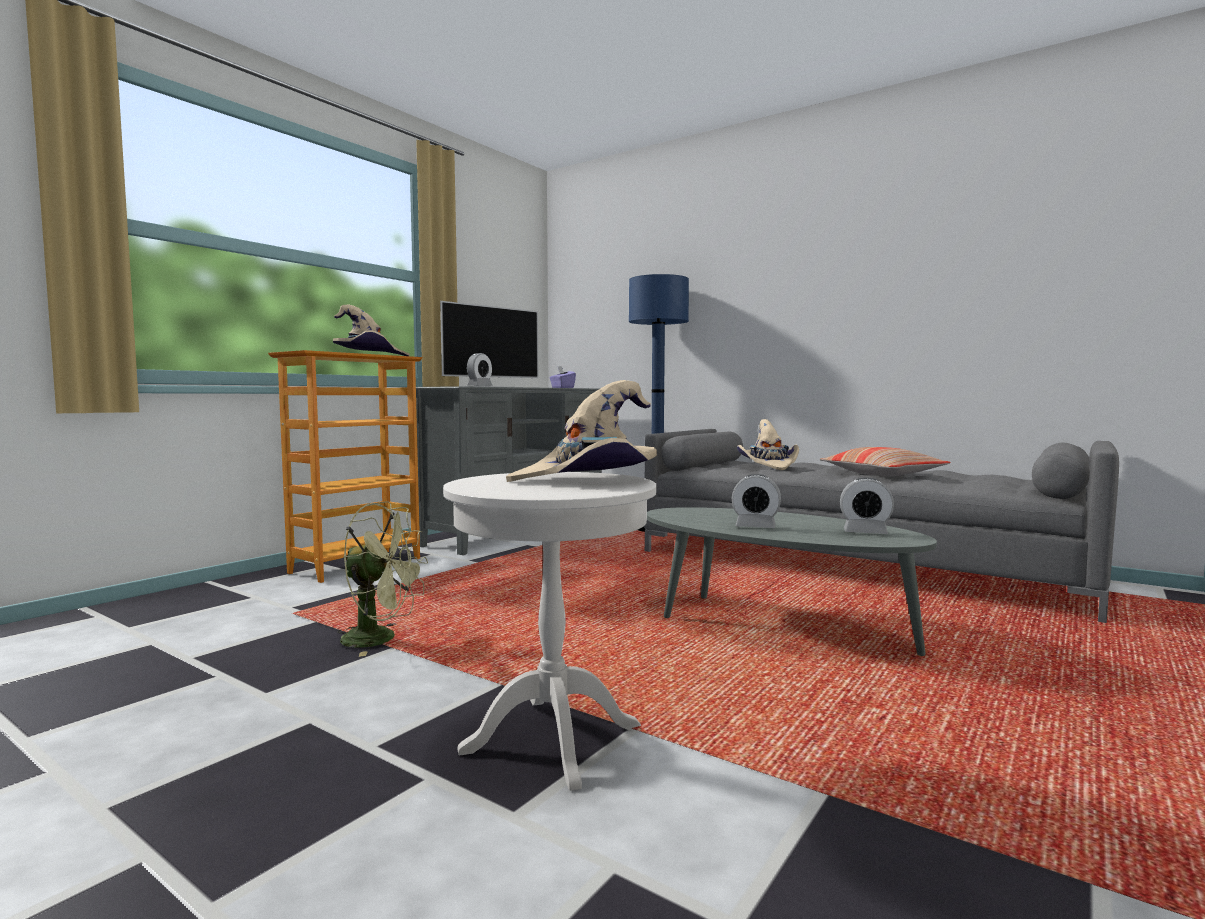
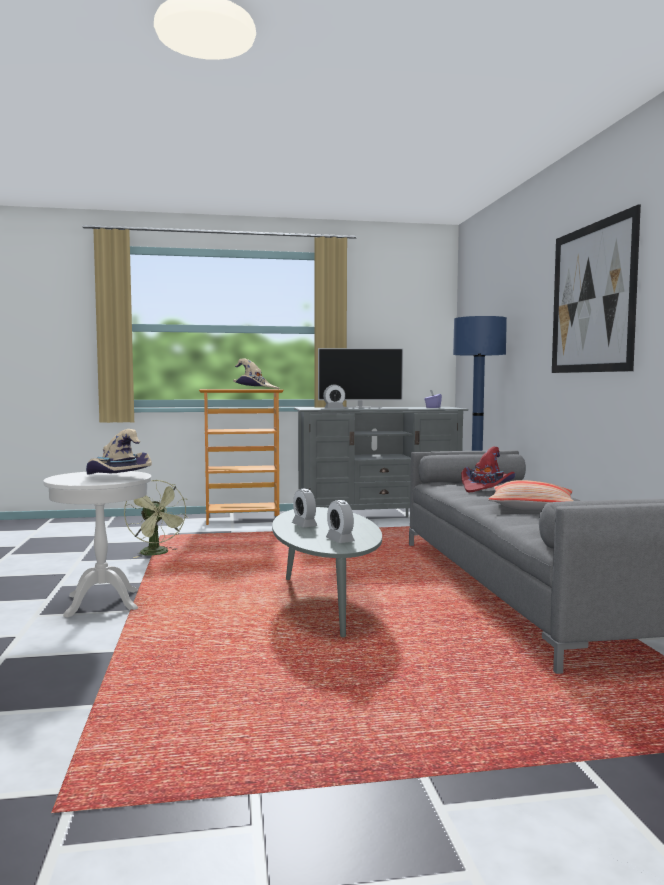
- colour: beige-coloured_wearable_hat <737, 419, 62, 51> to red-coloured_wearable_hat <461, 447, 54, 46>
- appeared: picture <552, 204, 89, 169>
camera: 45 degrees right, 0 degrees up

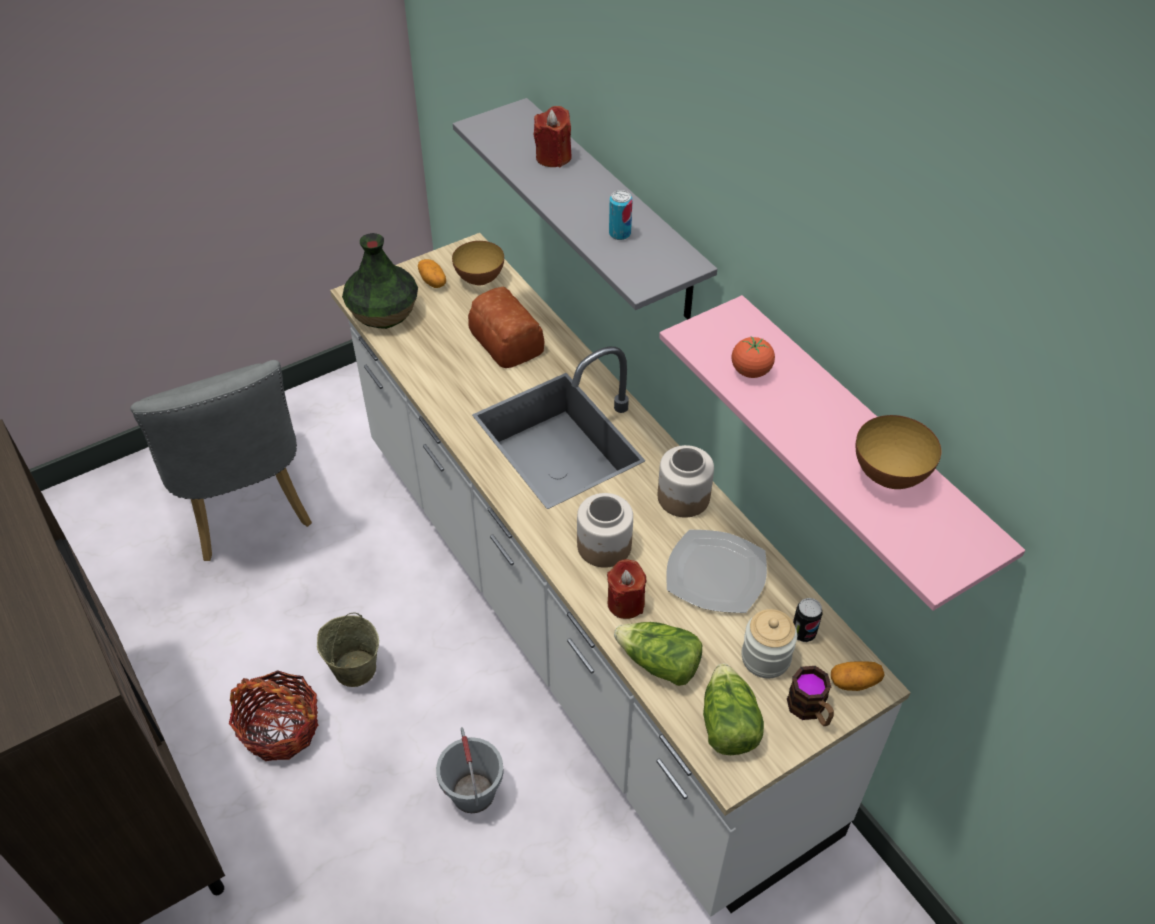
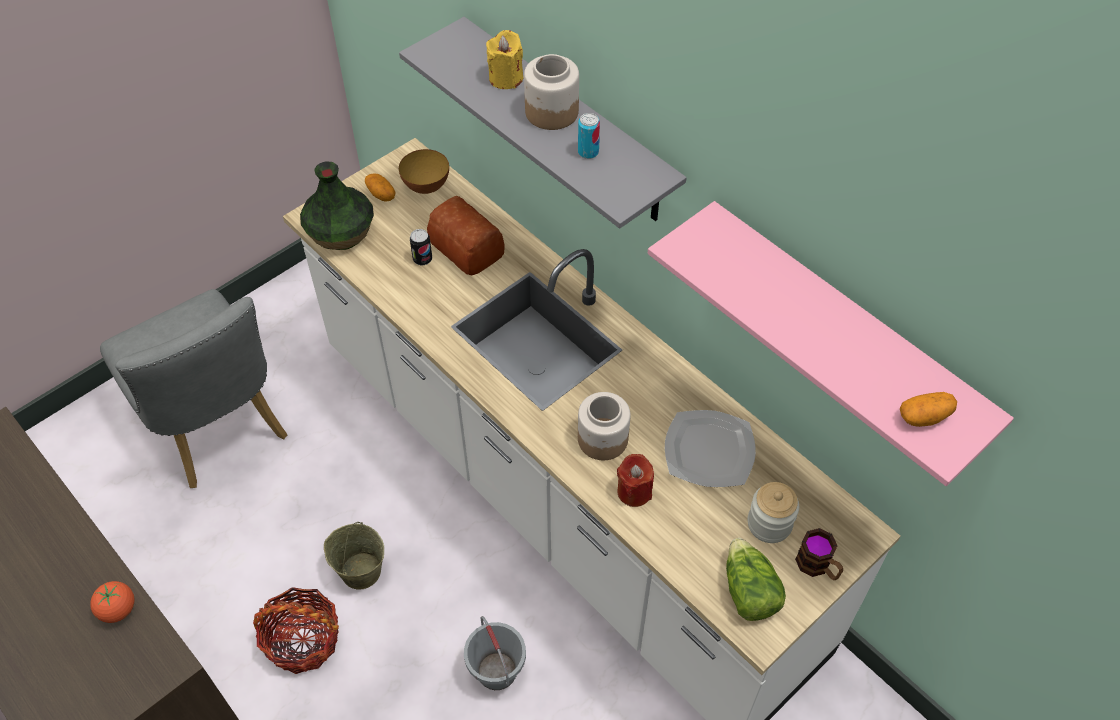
- colour: red-coloured_wax_light <534, 106, 38, 61> to yellowish_wax_light <486, 30, 37, 59>
- missing: lettuce <614, 622, 88, 64>
- relocated: jar <658, 445, 56, 73> to <524, 54, 55, 76>
- relocated: tomato <732, 336, 43, 42> to <90, 581, 44, 42>
- relocated: can <793, 598, 30, 44> to <410, 229, 22, 36>
- relocated: spud <831, 661, 53, 30> to <900, 392, 57, 35>
- missing: deep_dish <855, 415, 86, 74>
camera: 10 degrees left, 5 degrees up

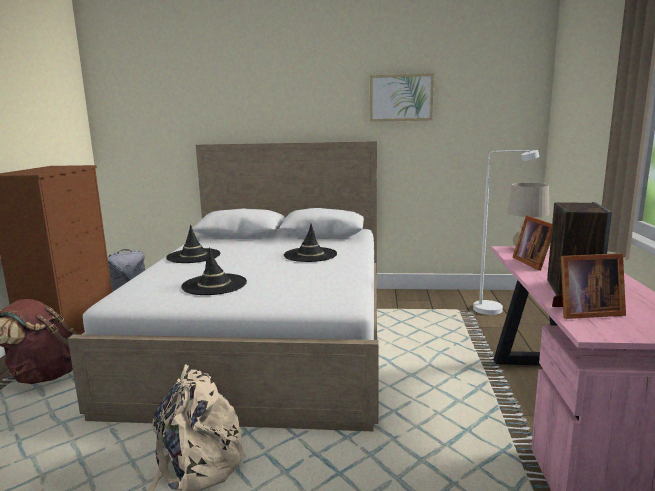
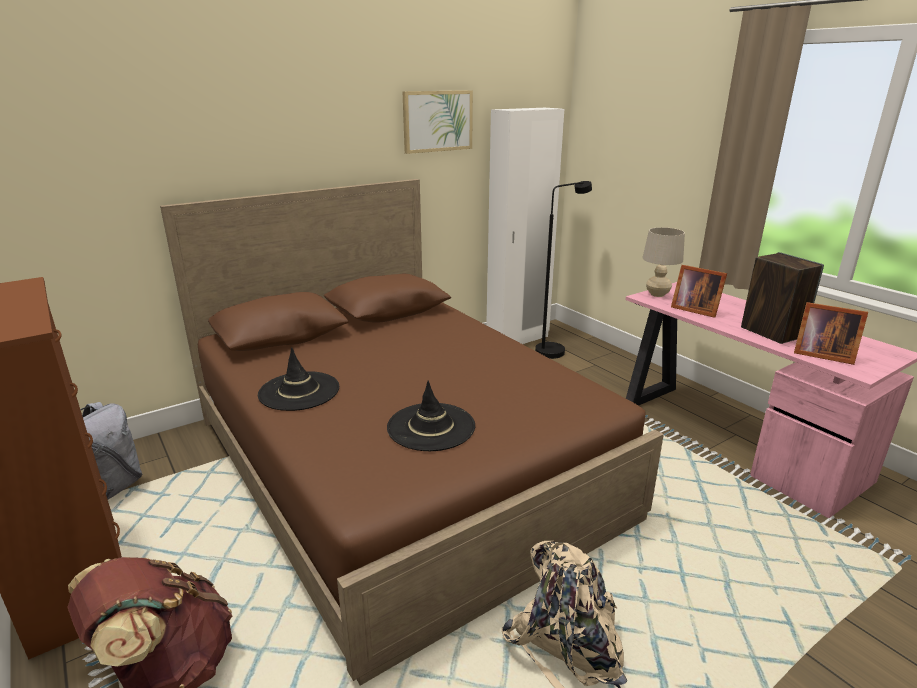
- colour: white-coloured_bed <68, 141, 311, 291> to brownish_bed <160, 179, 504, 507>
- missing: black-coloured_wearable_hat <284, 224, 53, 38>
- colour: white-coloured_standard_lamp <473, 150, 66, 165> to black-coloured_standard_lamp <535, 181, 57, 178>
- spun: picture_frame <552, 253, 74, 66> = <794, 302, 74, 63> 75 degrees clockwise
- appeared: white-coloured_clothes_cupboard <486, 108, 78, 236>
camera: 40 degrees left, 10 degrees up

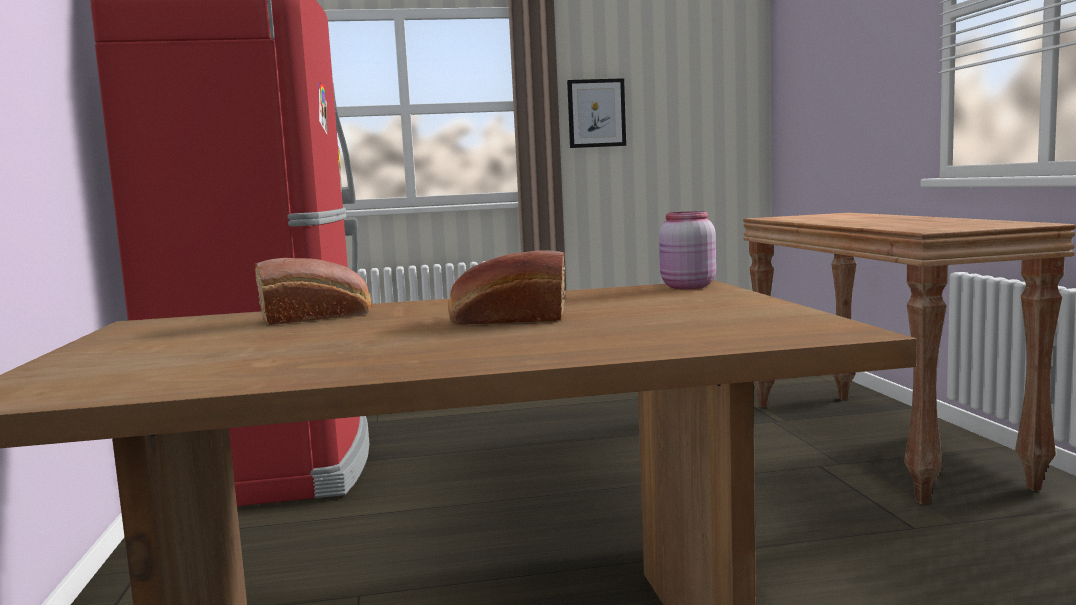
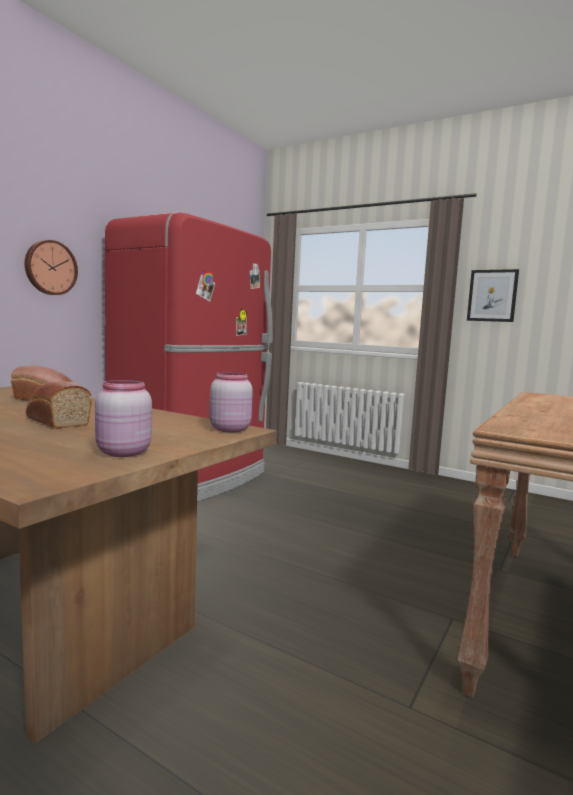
- appeared: hanging_clock <24, 240, 54, 55>
- appeared: pink-coloured_jar <95, 380, 57, 77>
camera: 40 degrees right, 0 degrees up

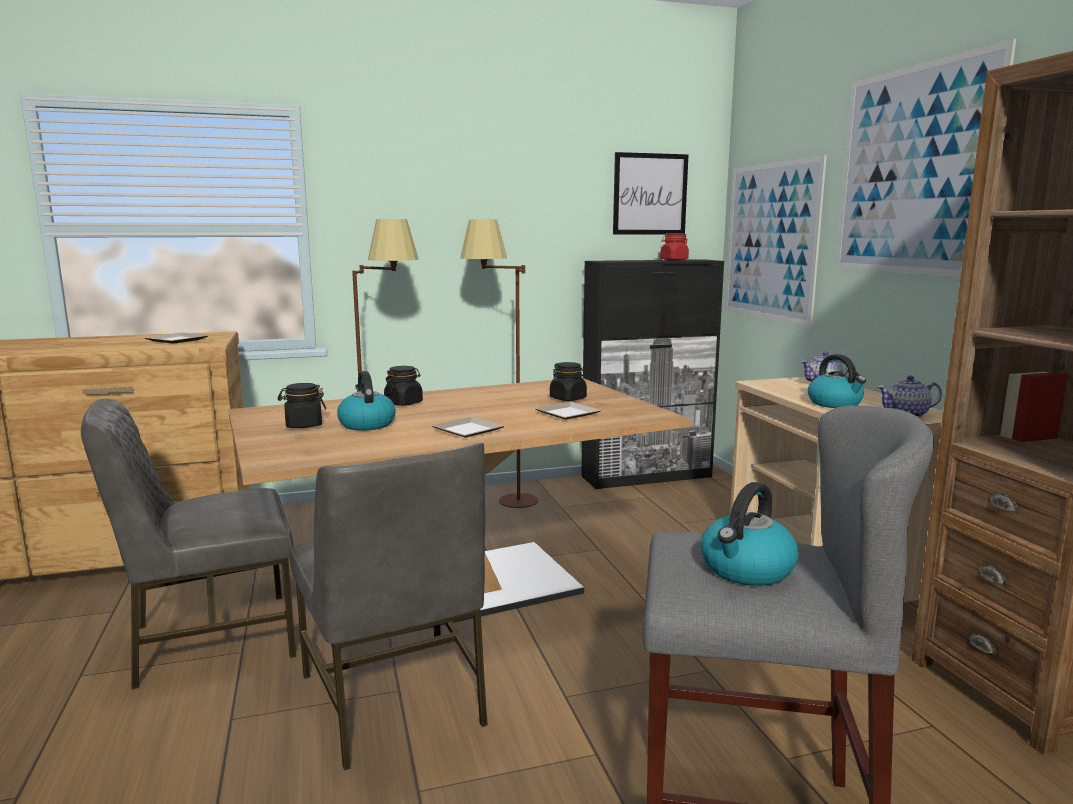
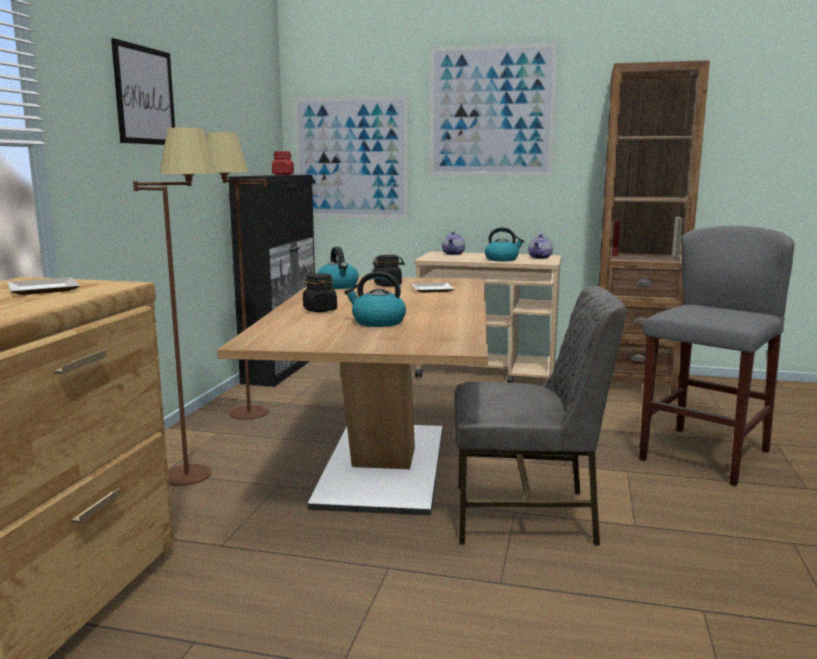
- missing: grey_upright_chair <81, 398, 215, 291>
- missing: black-coloured_jar <278, 383, 48, 45>
- missing: plate <432, 417, 72, 20>
- relocated: picture <613, 152, 76, 83> to <111, 38, 64, 107>
- relocated: tea_kettle <701, 482, 97, 104> to <318, 247, 41, 42>
camera: 60 degrees left, 0 degrees up

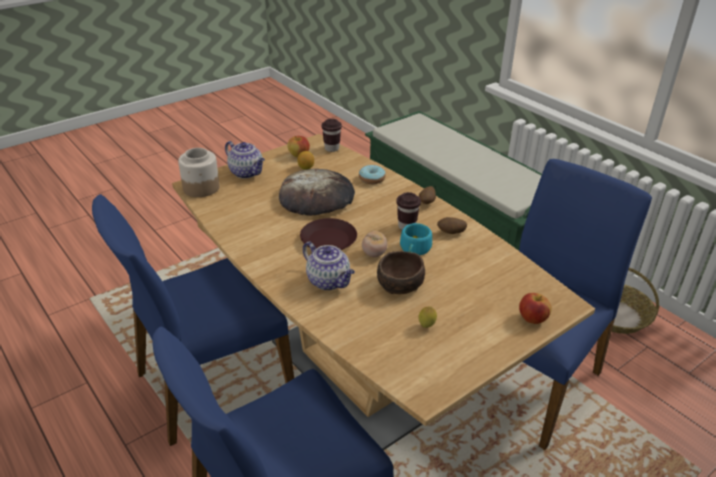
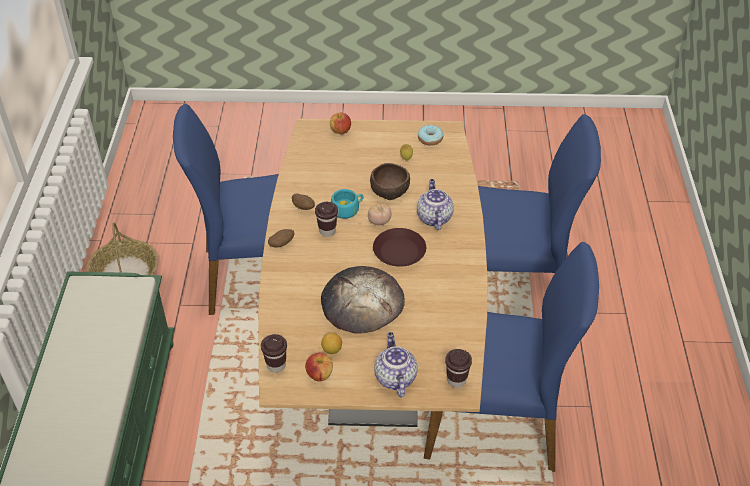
- exchanged: jar <178, 148, 42, 49> to brownish_small_cup <445, 349, 27, 39>
- relocated: ring_doughnut <359, 165, 27, 19> to <418, 125, 25, 21>
camera: 140 degrees left, 10 degrees up

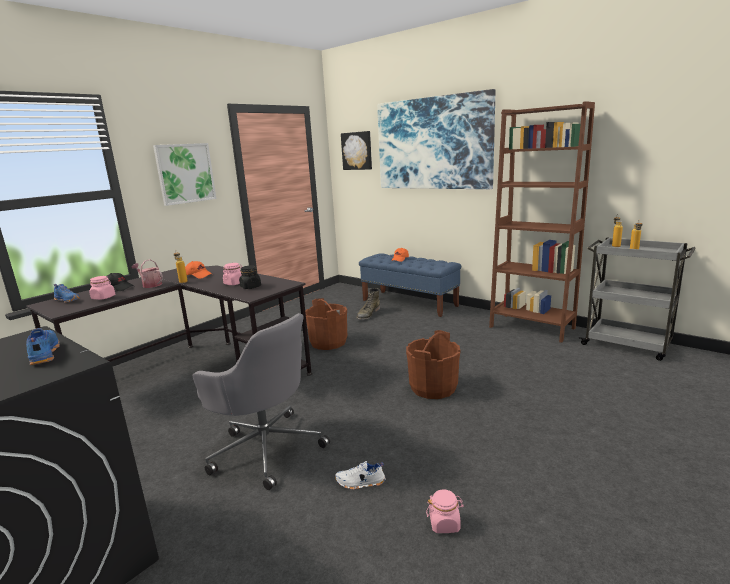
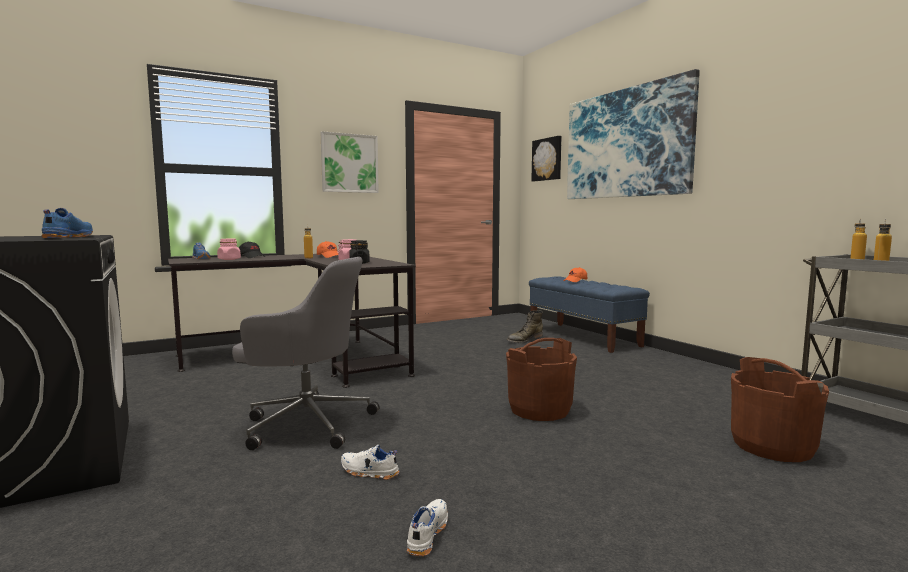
- missing: sprinkling_can <132, 259, 31, 29>
- spun: grey_office_chair <193, 313, 137, 177> = <232, 257, 147, 193> 45 degrees counterclockwise
- relocated: brownish_bucket <305, 298, 42, 52> to <731, 357, 98, 105>
- exchanged: pink-coloured_jar <426, 489, 38, 44> to white-coloured_shoe <407, 499, 41, 57>
- missing: brownish_shelving_unit <489, 101, 106, 242>
camera: 20 degrees right, 10 degrees down

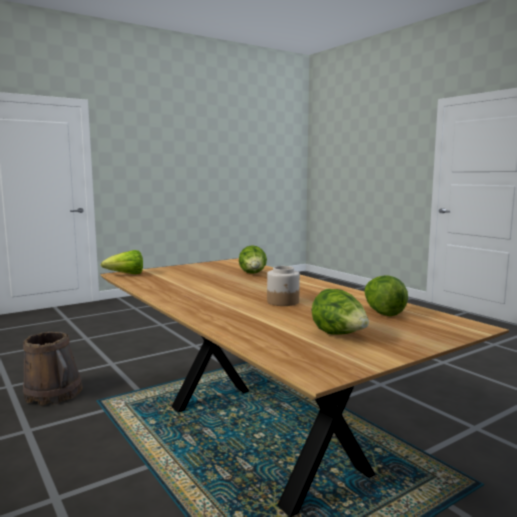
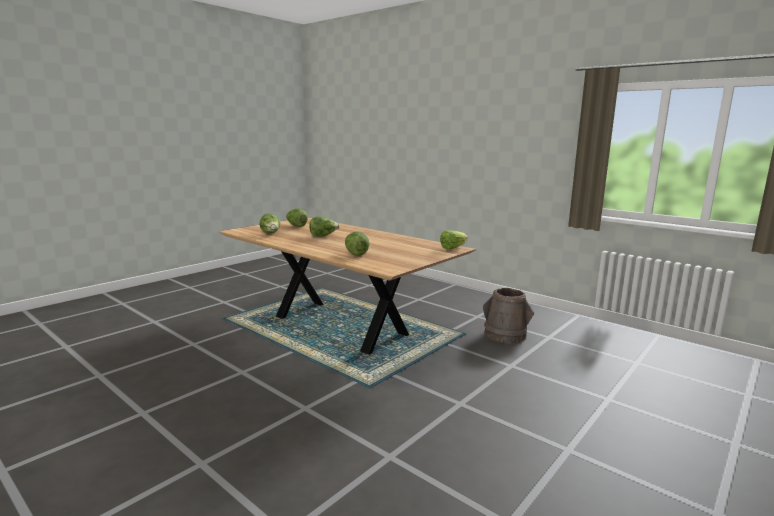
- exchanged: jar <267, 266, 33, 40> to lettuce <309, 216, 31, 21>
camera: 165 degrees right, 5 degrees up

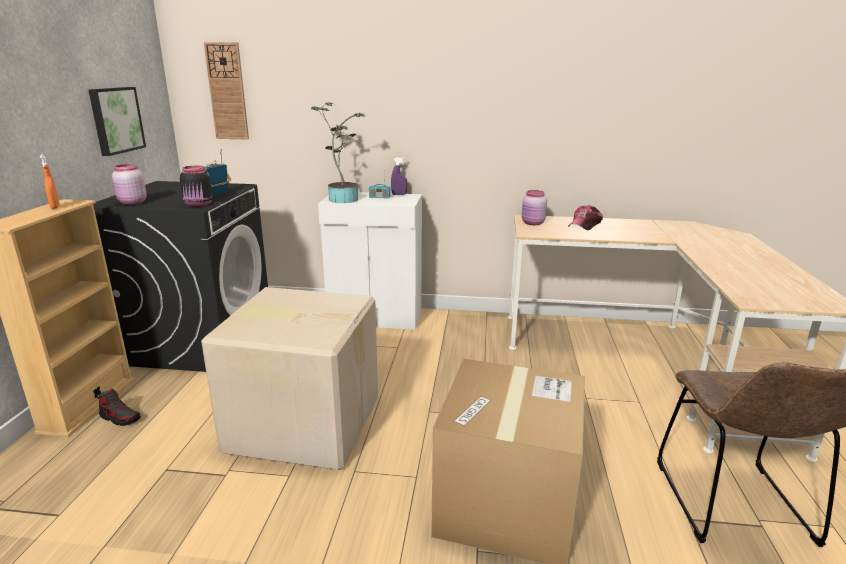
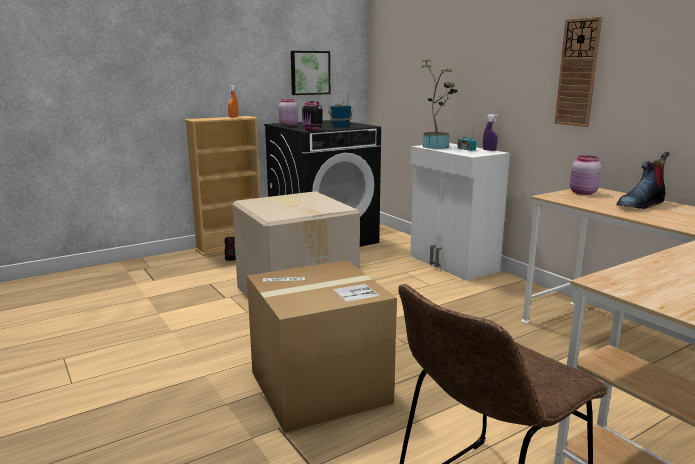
- relocated: hanging_clock <204, 42, 45, 98> to <554, 17, 48, 110>
- exchanged: peaked_cap <568, 205, 35, 25> to high-top_boot <616, 152, 53, 57>
camera: 50 degrees right, 5 degrees down

